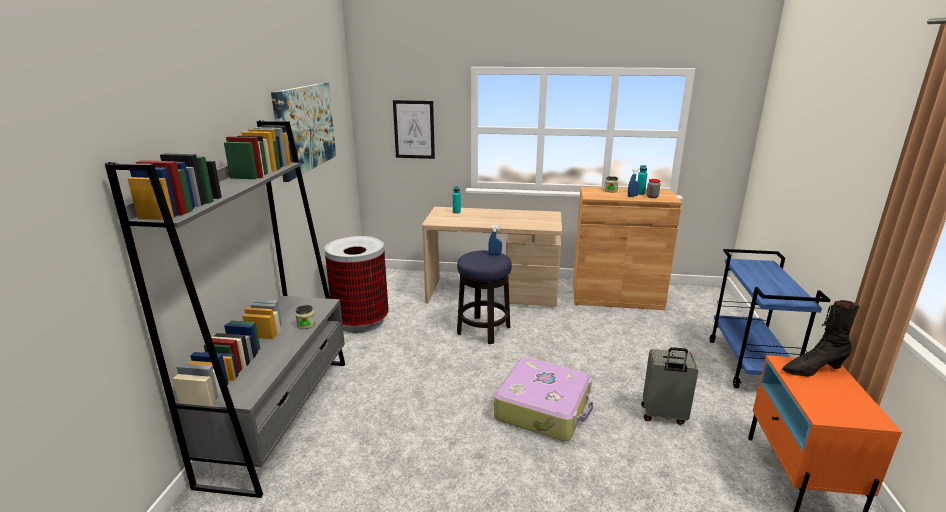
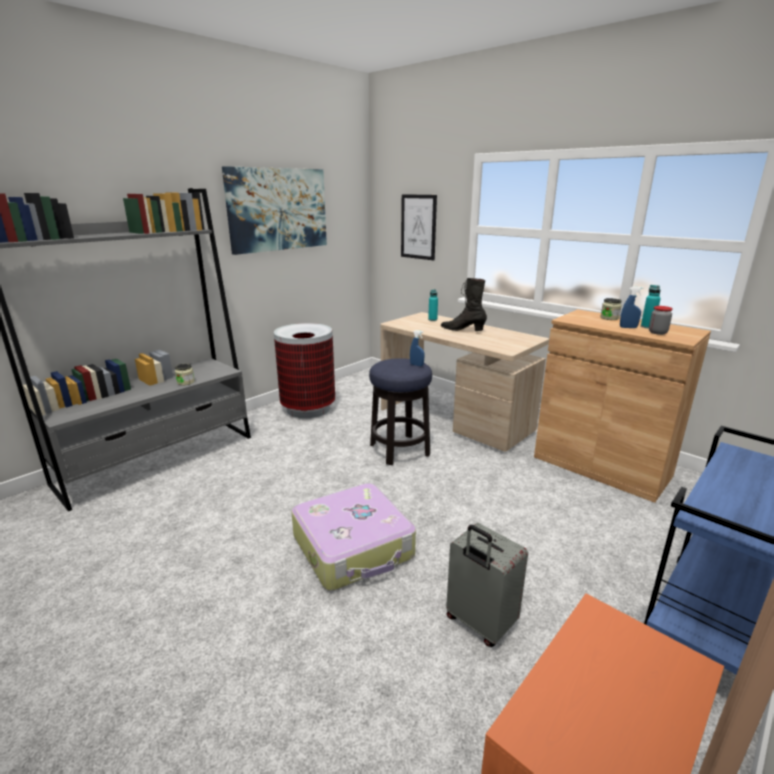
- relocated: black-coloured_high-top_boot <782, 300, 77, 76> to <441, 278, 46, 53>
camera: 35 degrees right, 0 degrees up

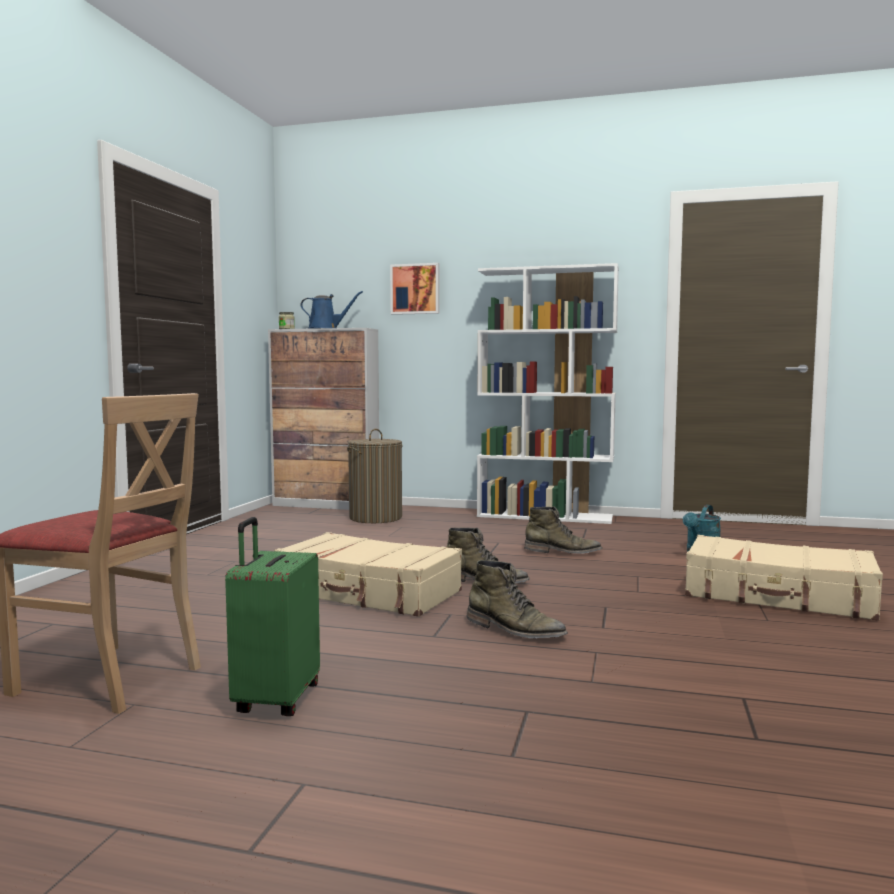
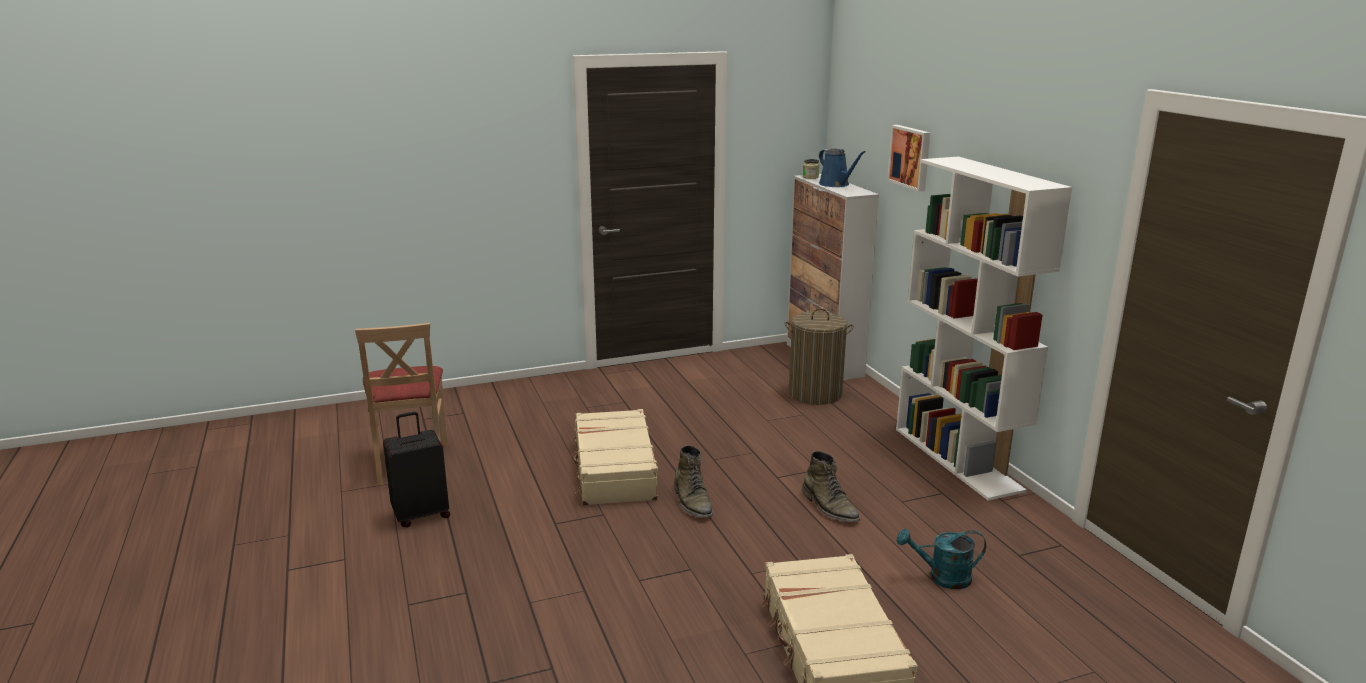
- colour: green-coloured_travel_case <225, 517, 95, 199> to black-coloured_travel_case <383, 411, 67, 116>
- missing: green-coloured_high-top_boot <466, 560, 102, 78>
camera: 55 degrees right, 15 degrees up

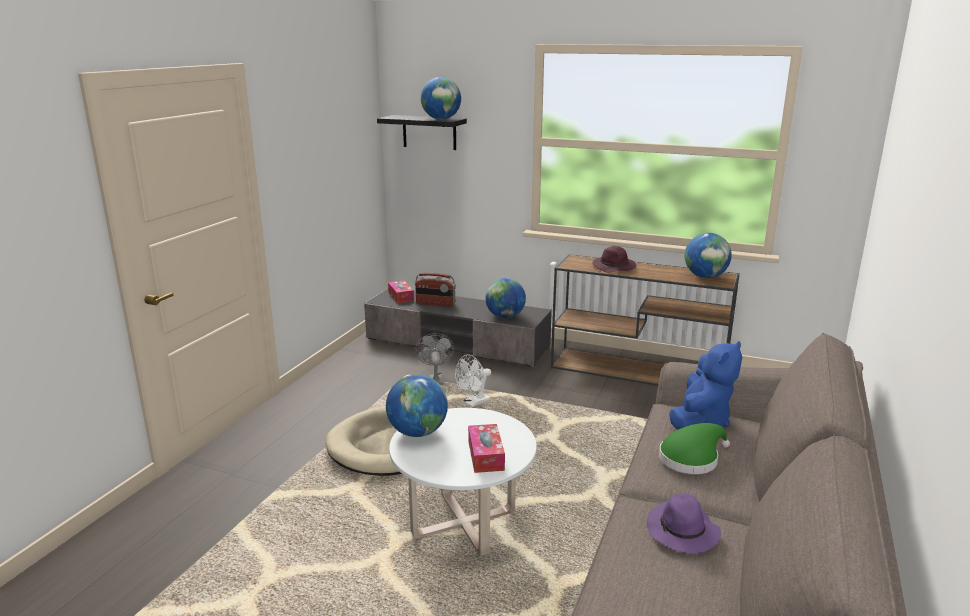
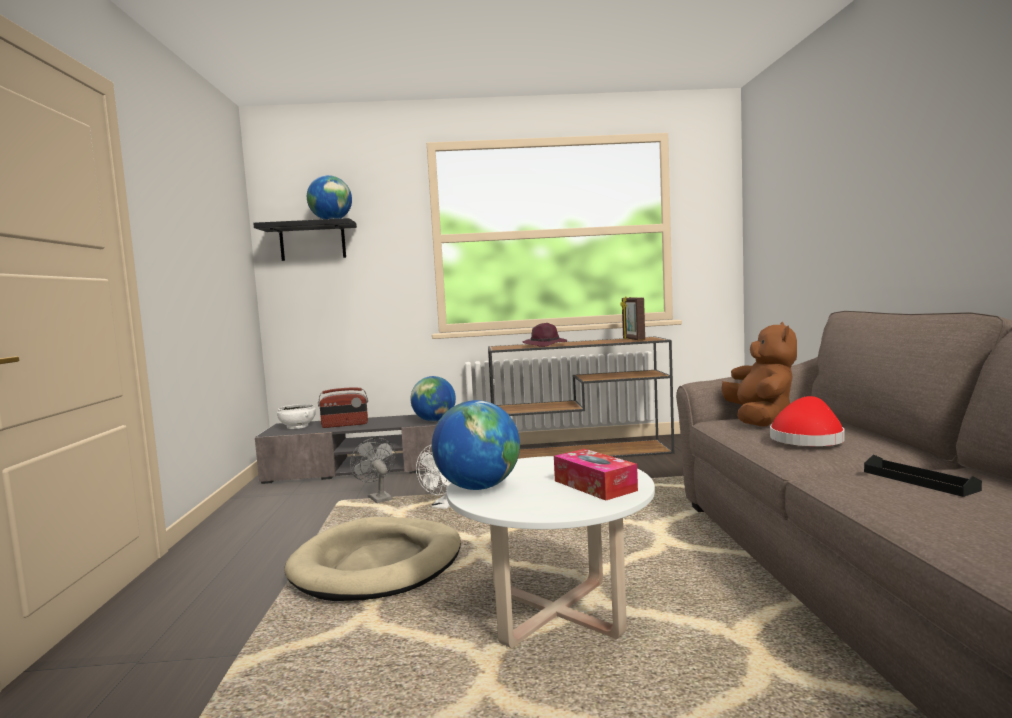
- exchanged: tissue_box <388, 281, 26, 22> to white-coloured_deep_dish <277, 404, 39, 25>
- exchanged: purple_wearable_hat <647, 493, 74, 60> to black-coloured_serving_tray <864, 454, 118, 43>
- colour: green-coloured_wearable_hat <659, 423, 71, 51> to red-coloured_wearable_hat <770, 396, 75, 50>
- colour: blue-coloured_cuddly_toy <669, 341, 73, 89> to brownish_cuddly_toy <721, 322, 76, 104>
- exchanged: world_globe <685, 233, 47, 45> to picture_frame <621, 296, 24, 44>
camera: 25 degrees left, 15 degrees down

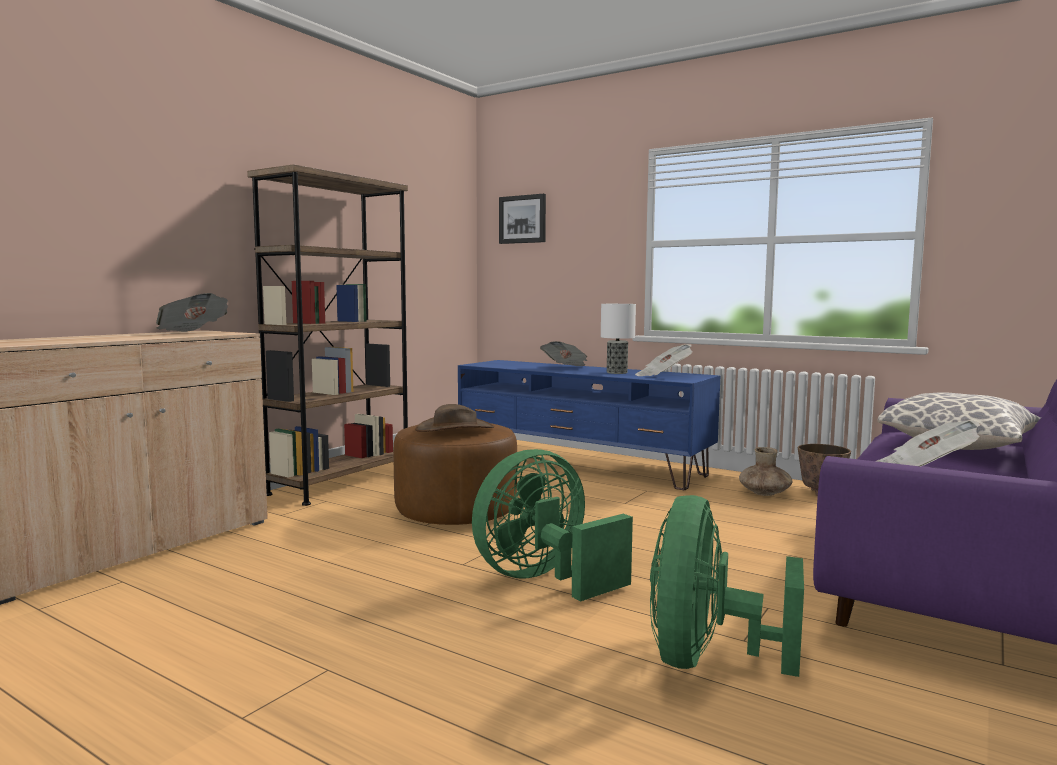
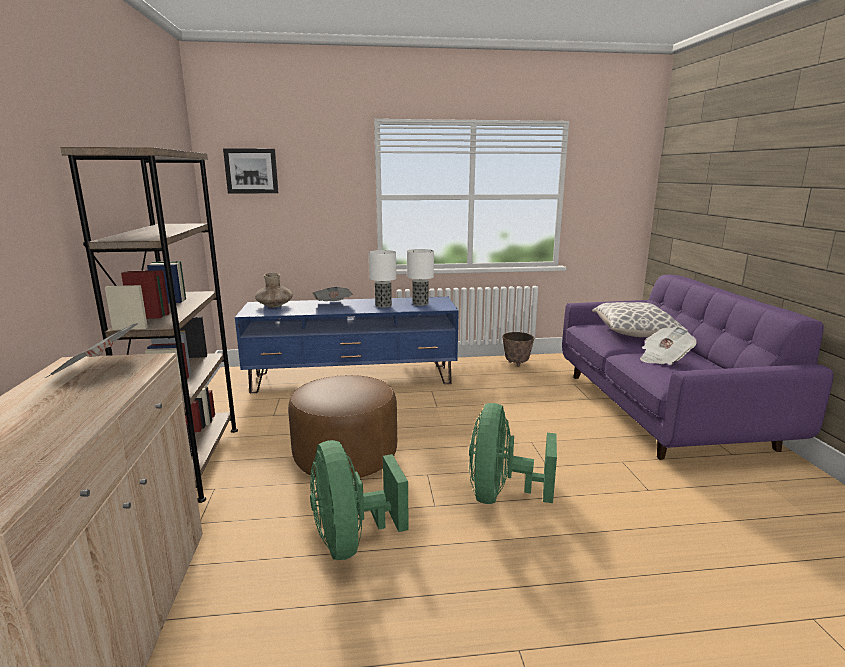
- missing: brownish_wearable_hat <415, 404, 79, 28>
- exchanged: newspaper <635, 344, 58, 32> to lamp_for_a_table <407, 249, 27, 57>
- relocated: green-coloured_electric_fan <650, 495, 154, 182> to <310, 440, 99, 120>
- relocated: brownish_flower_vase <739, 447, 53, 49> to <255, 273, 38, 34>
camera: 40 degrees left, 10 degrees up

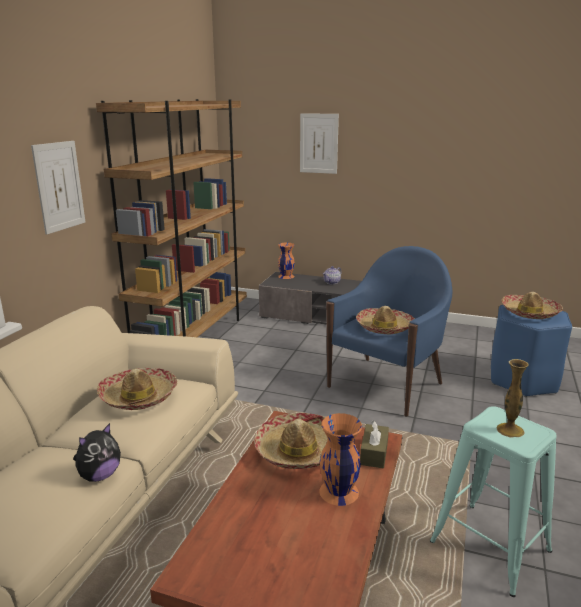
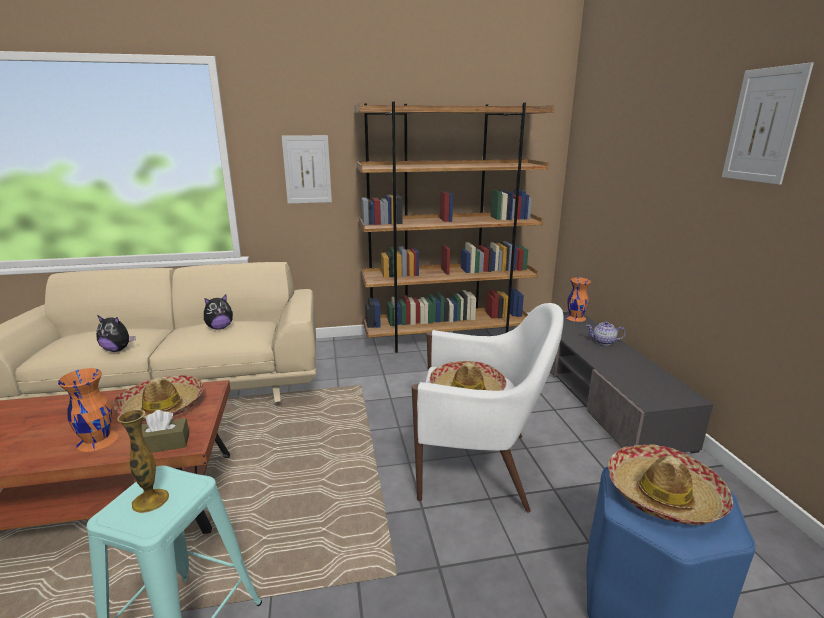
- exchanged: wearable_hat <97, 368, 81, 42> to cuddly_toy <204, 295, 29, 35>
- relocated: picture <300, 113, 39, 61> to <722, 62, 92, 123>
- colour: blue-coloured_easy_chair <326, 246, 126, 171> to white-coloured_easy_chair <412, 303, 152, 210>
camera: 60 degrees right, 0 degrees up

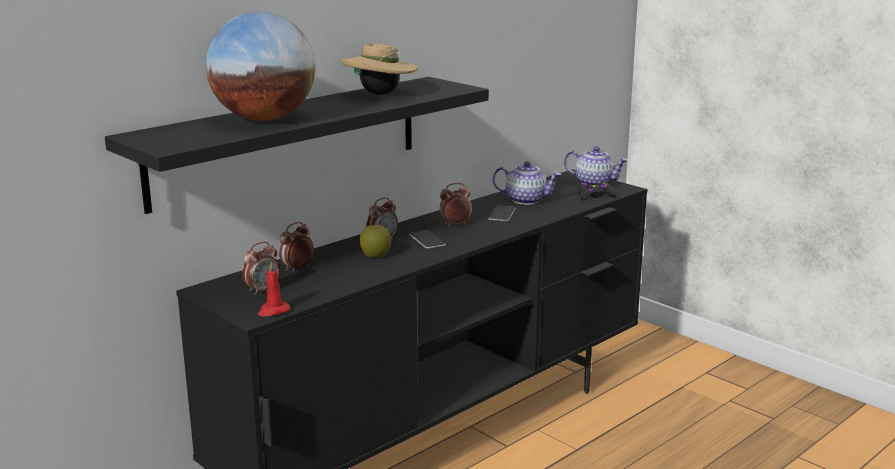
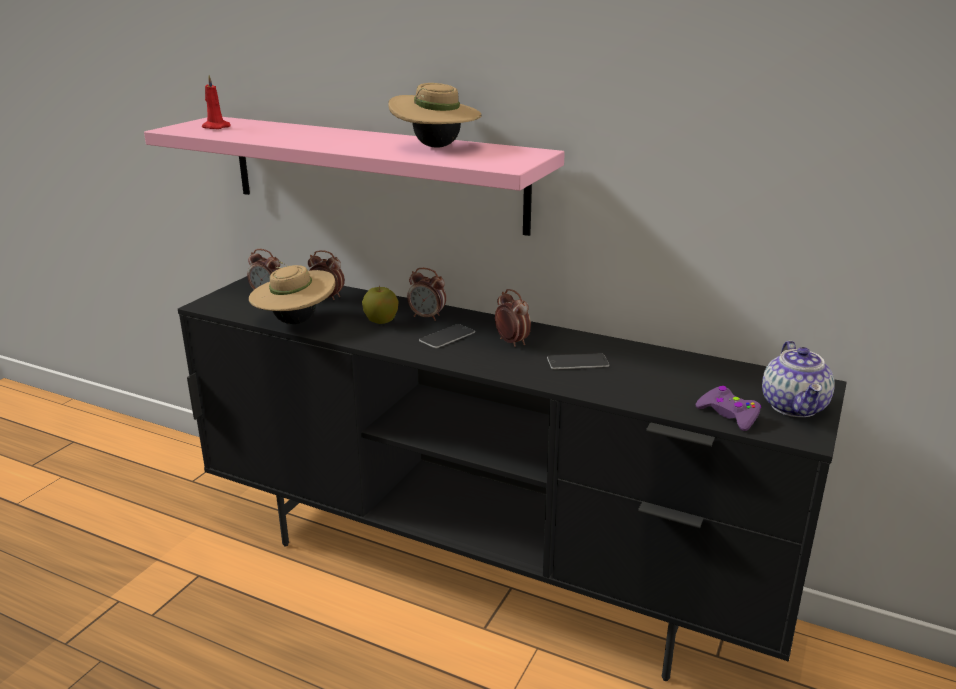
- colour: black-coloured_shelf <105, 77, 384, 137> to pink-coloured_shelf <144, 117, 421, 119>
- missing: world_globe <206, 12, 109, 109>
- relocated: red-coloured_wax_light <258, 261, 32, 56> to <202, 75, 29, 54>
- missing: teapot <493, 161, 68, 44>
- colour: black-coloured_joypad <579, 182, 37, 18> to purple_joypad <695, 386, 66, 45>
- appeared: beige-coloured_wearable_hat <249, 261, 86, 63>
camera: 70 degrees right, 5 degrees up

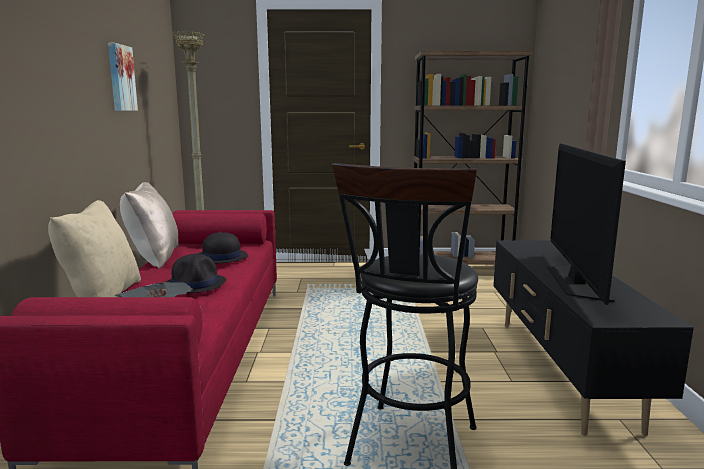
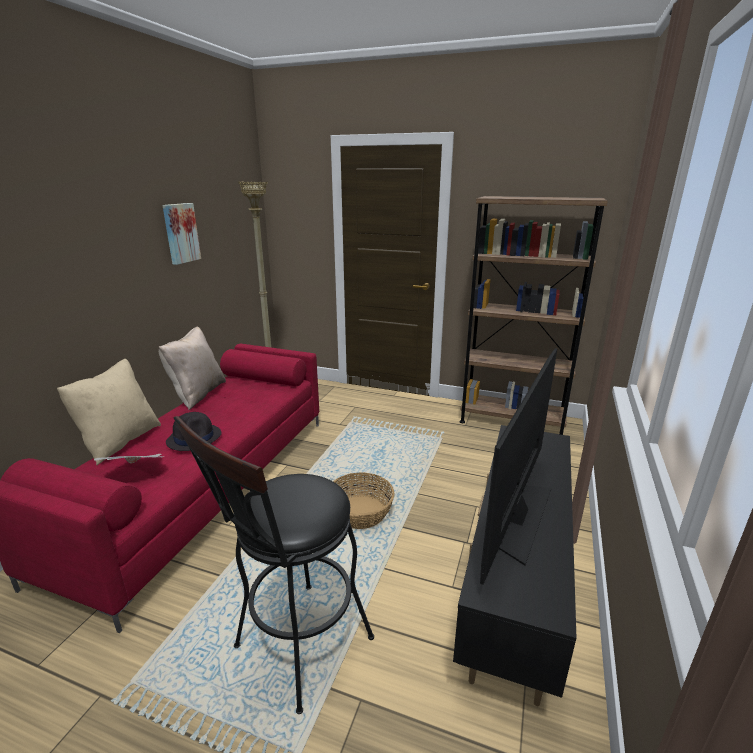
- missing: black-coloured_wearable_hat <197, 232, 51, 31>
- appeared: storage_basket <333, 472, 61, 57>
camera: 20 degrees right, 10 degrees up

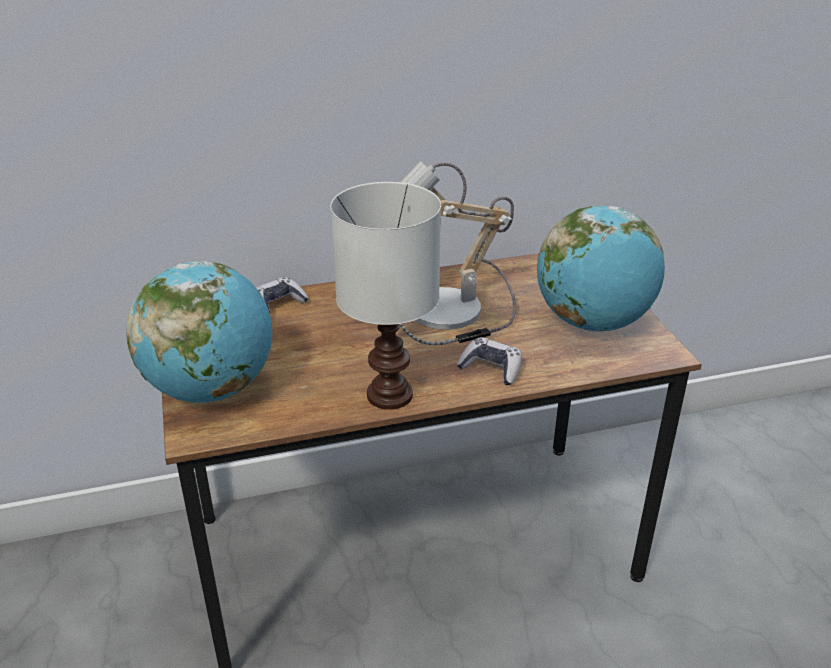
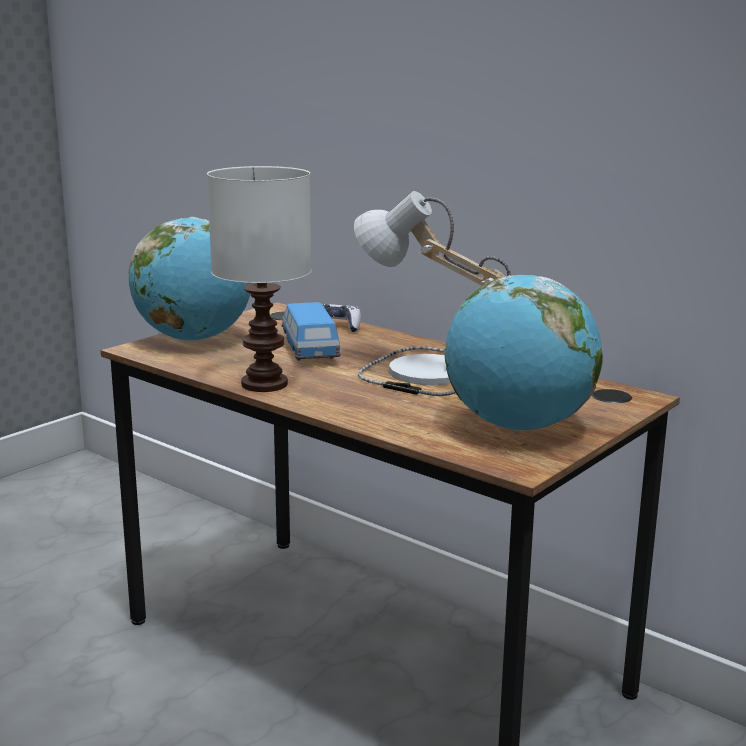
- missing: joypad <457, 337, 65, 48>
- appeared: miniature_car <282, 302, 58, 59>
camera: 55 degrees right, 15 degrees down

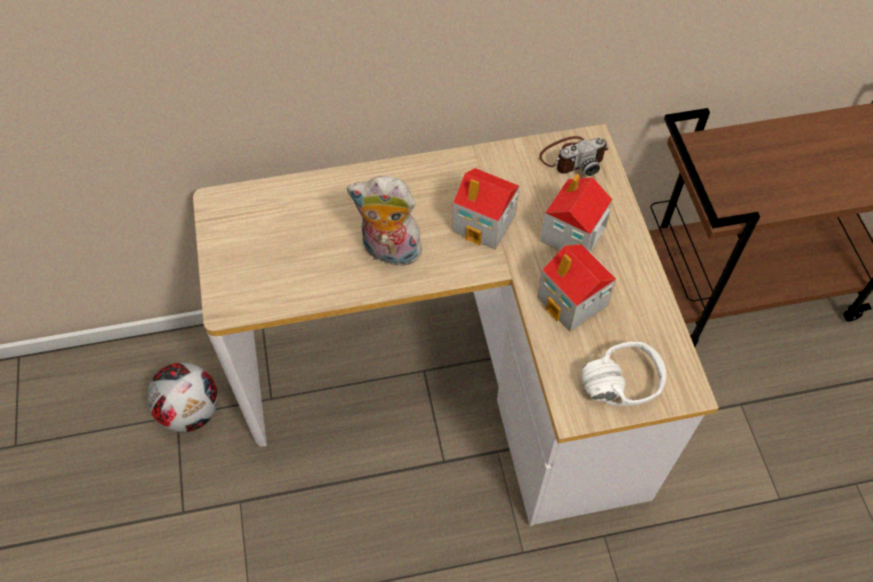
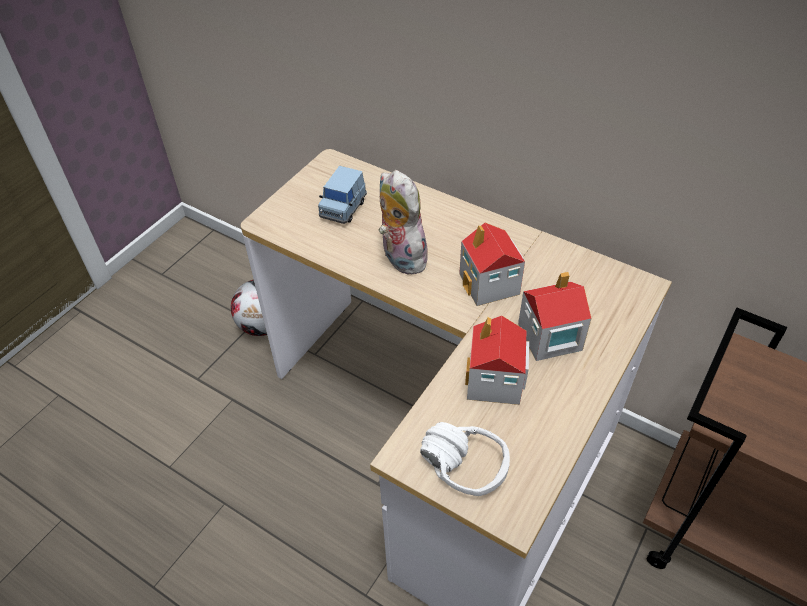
- missing: photo_camera <539, 136, 69, 40>
- appeared: blue-coloured_miniature_car <318, 166, 49, 58>
camera: 45 degrees right, 10 degrees down

